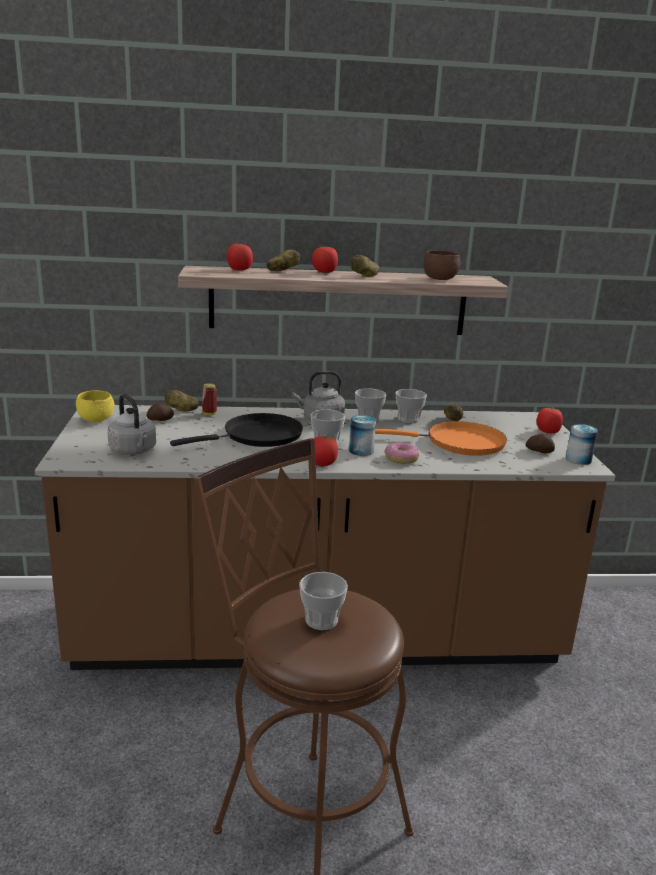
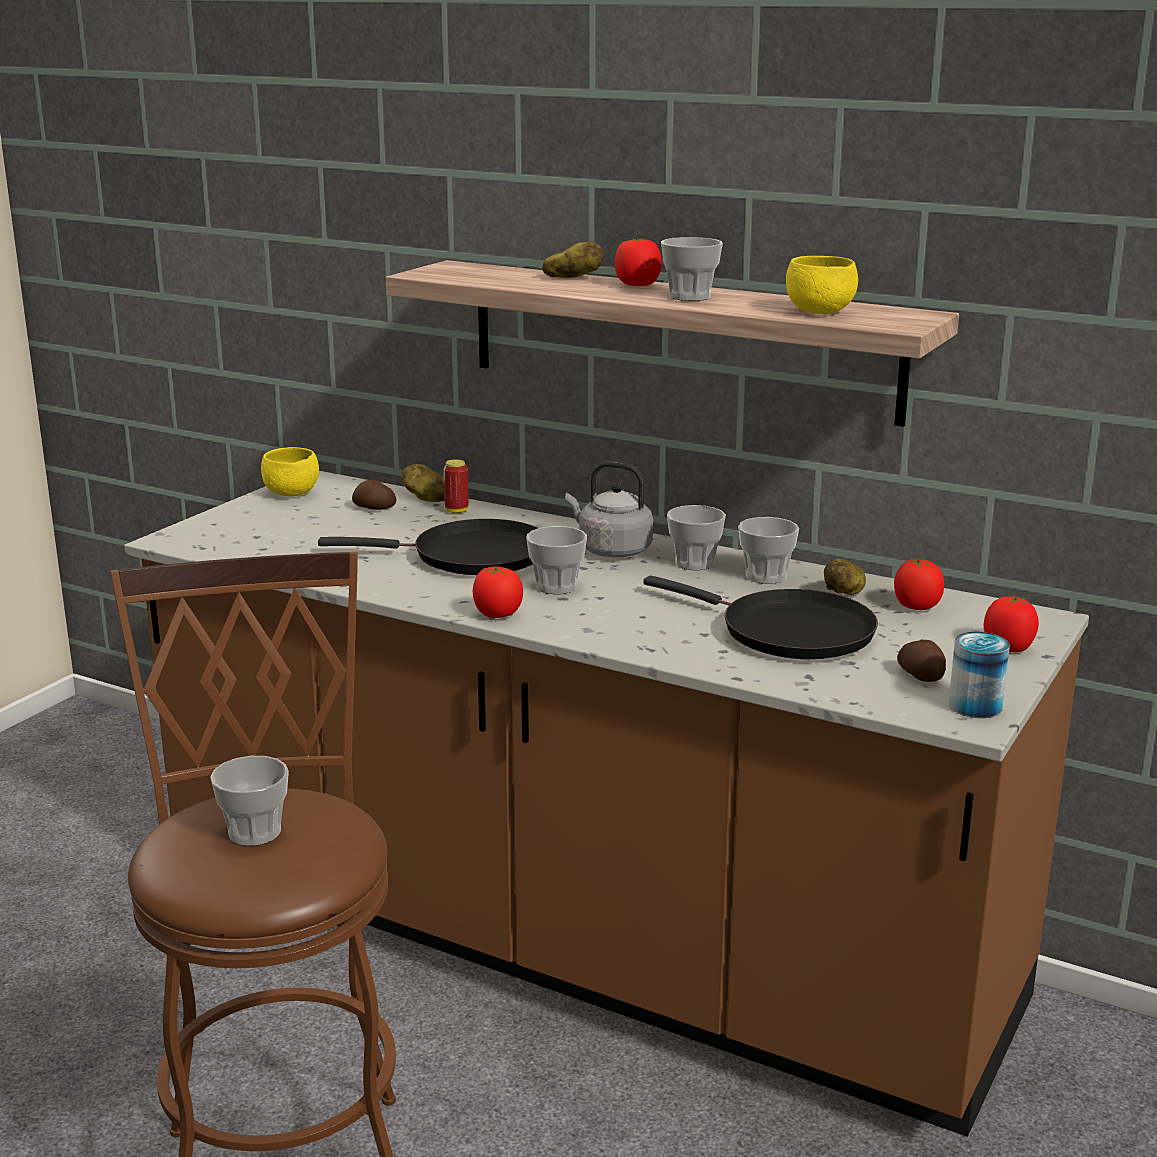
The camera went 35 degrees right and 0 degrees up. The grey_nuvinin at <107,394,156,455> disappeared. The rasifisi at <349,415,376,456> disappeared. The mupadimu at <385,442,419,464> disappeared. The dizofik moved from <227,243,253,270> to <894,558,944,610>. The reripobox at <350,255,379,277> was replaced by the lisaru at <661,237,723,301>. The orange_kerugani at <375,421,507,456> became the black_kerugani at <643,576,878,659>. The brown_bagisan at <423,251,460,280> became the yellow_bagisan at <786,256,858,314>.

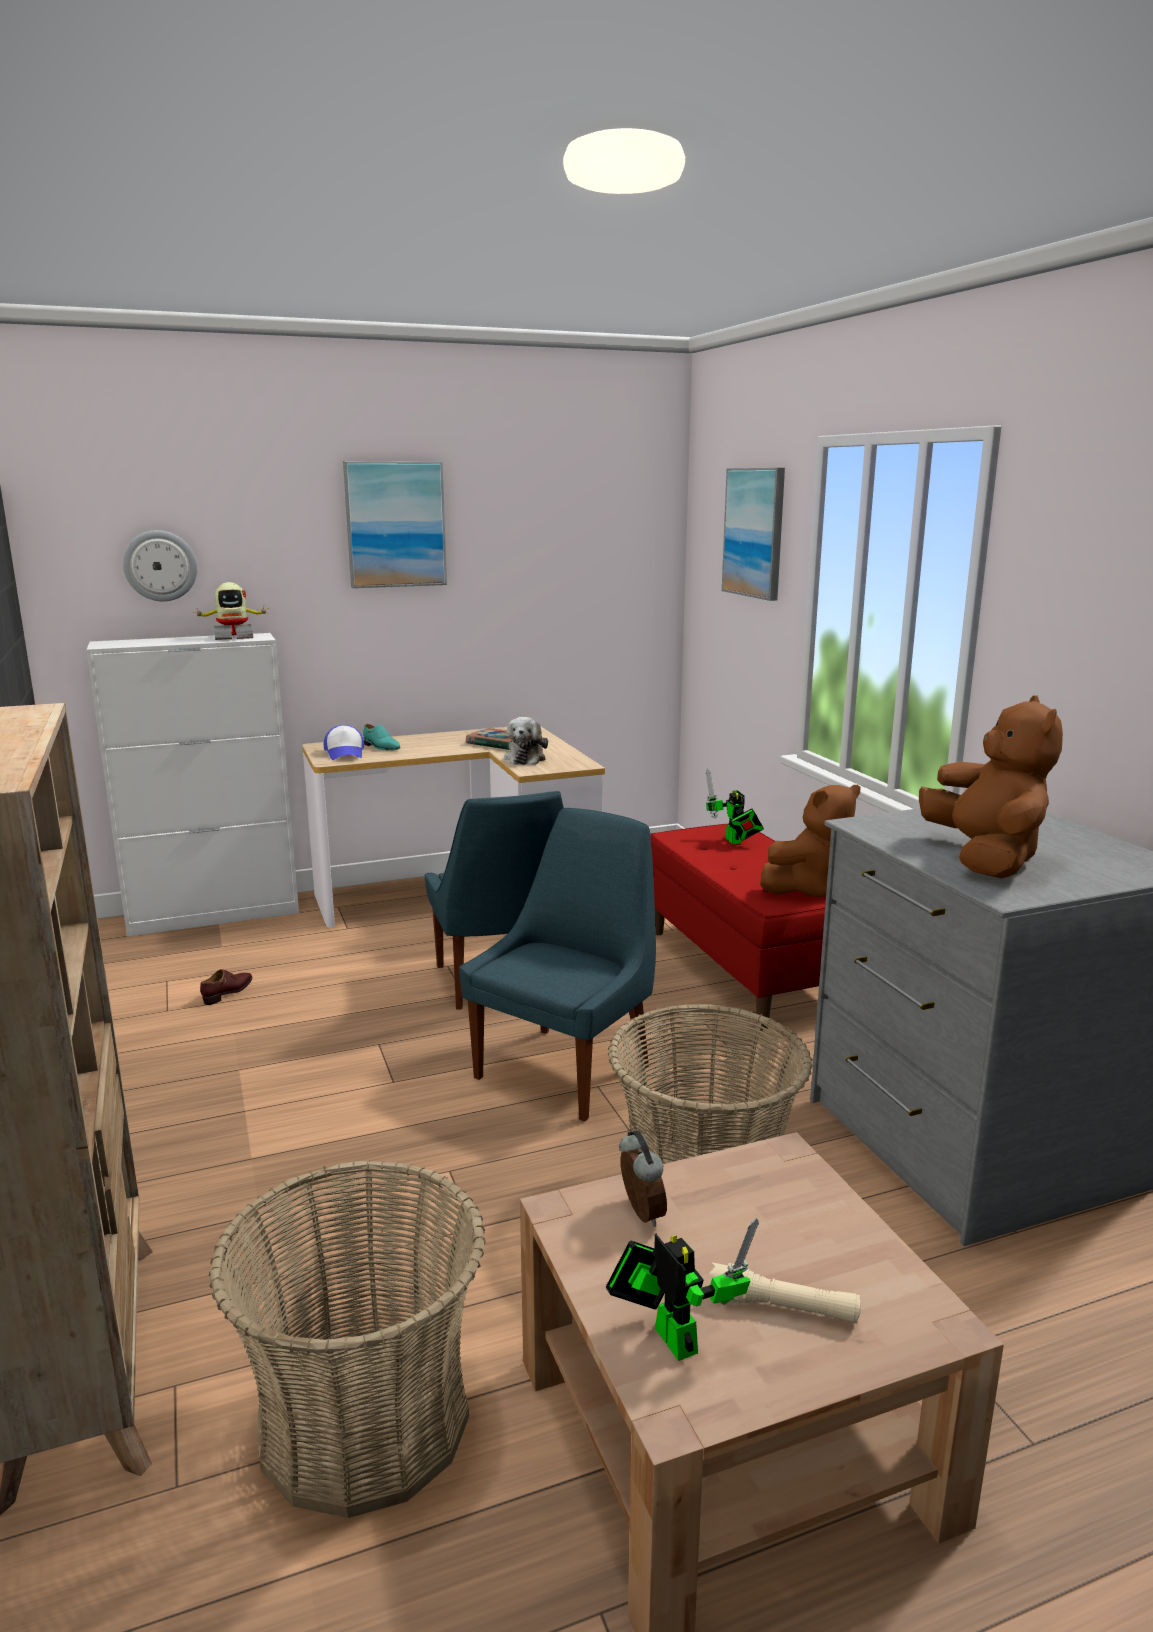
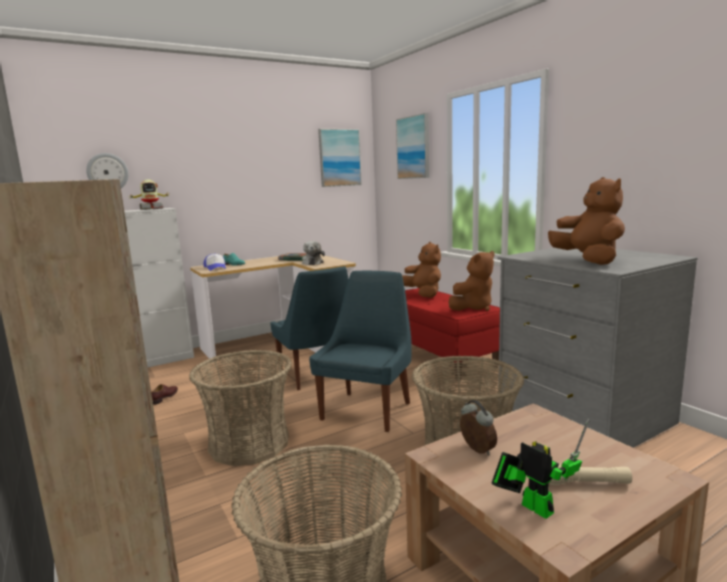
The camera went 10 degrees left and 5 degrees down. The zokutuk at <189,350,292,466> appeared. The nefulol moved from <343,461,447,588> to <318,129,362,187>. The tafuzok at <706,769,764,844> was replaced by the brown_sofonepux at <402,242,441,298>.

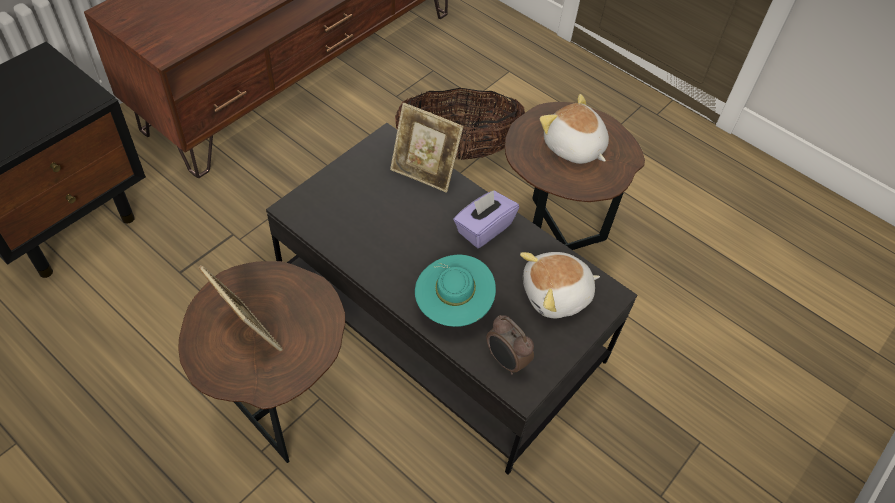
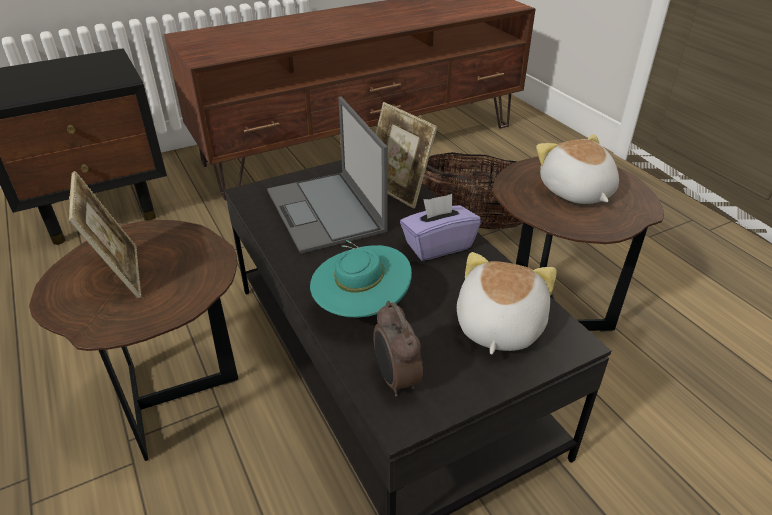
The camera went 25 degrees right and 15 degrees down. The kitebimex at <267,97,388,254> appeared. The sofonepux at <520,252,600,318> turned 105 degrees clockwise.

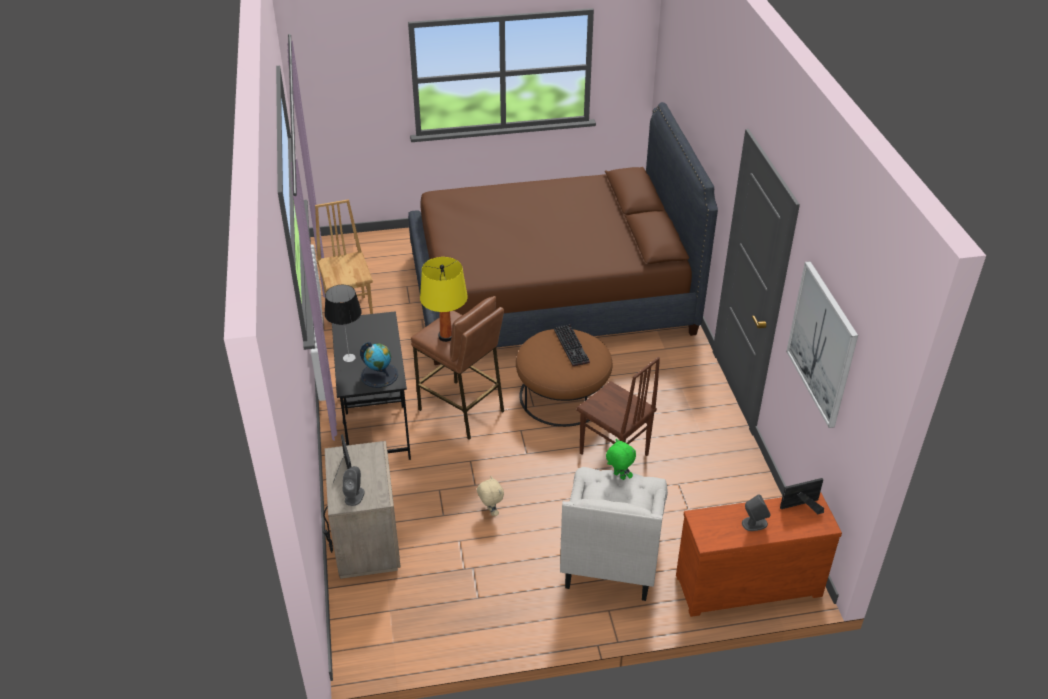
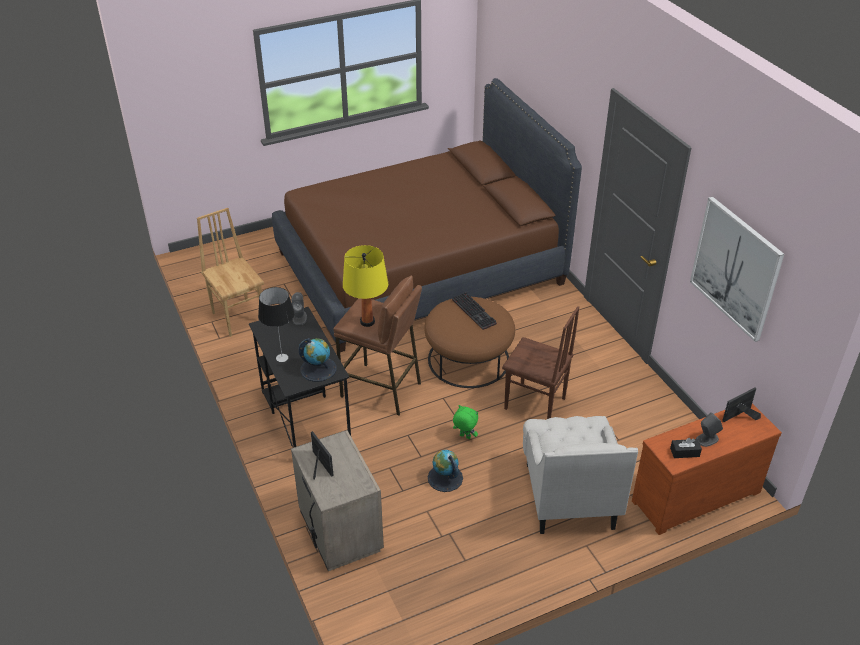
The camera went 15 degrees left and 0 degrees up. The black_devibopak at <670,438,702,458> appeared. The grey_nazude moved from <343,466,364,506> to <291,292,307,325>. The green_sofonepux moved from <606,439,636,480> to <453,405,478,439>. The beige_sofonepux at <477,476,504,516> was replaced by the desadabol at <428,450,463,492>.

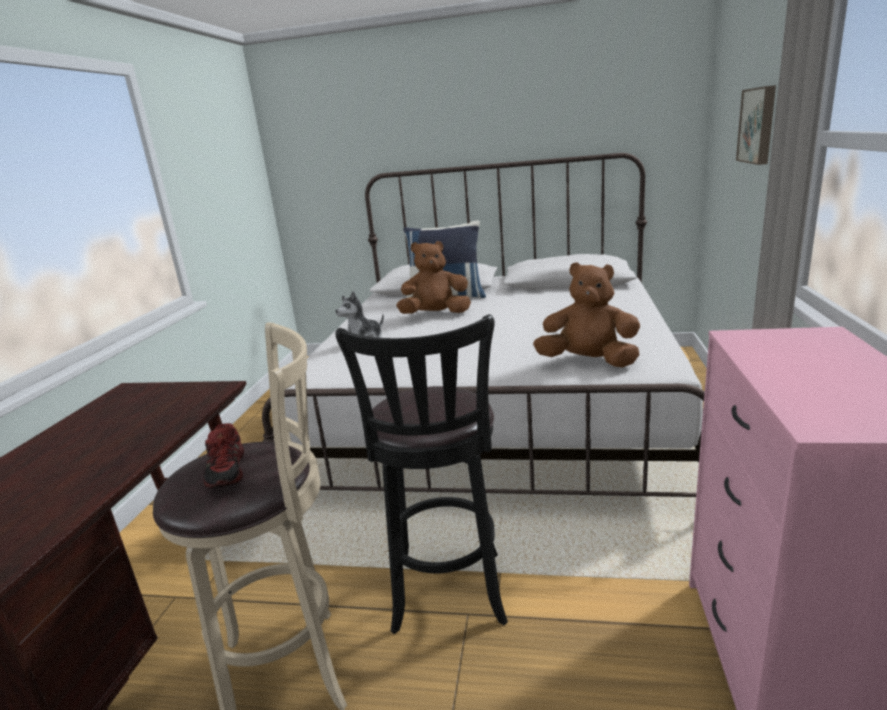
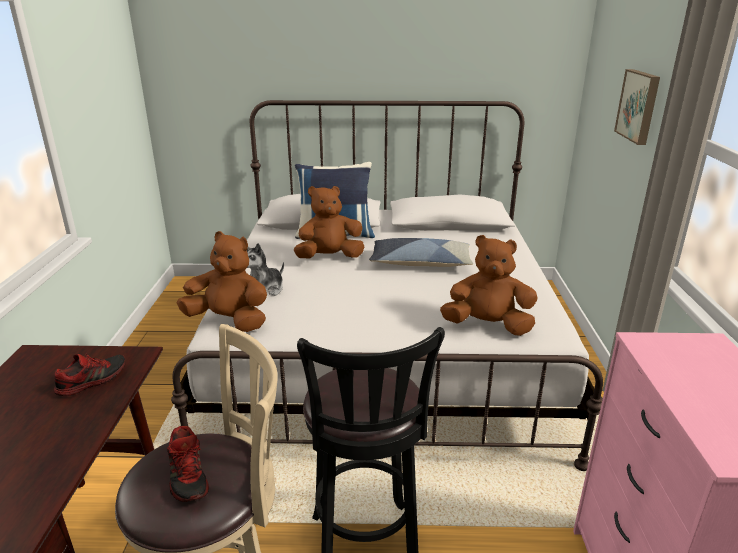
The camera went 10 degrees left and 5 degrees up. The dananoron at <54,353,126,396> appeared. The brown_sofonepux at <177,231,267,332> appeared. The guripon at <369,238,473,267> appeared.

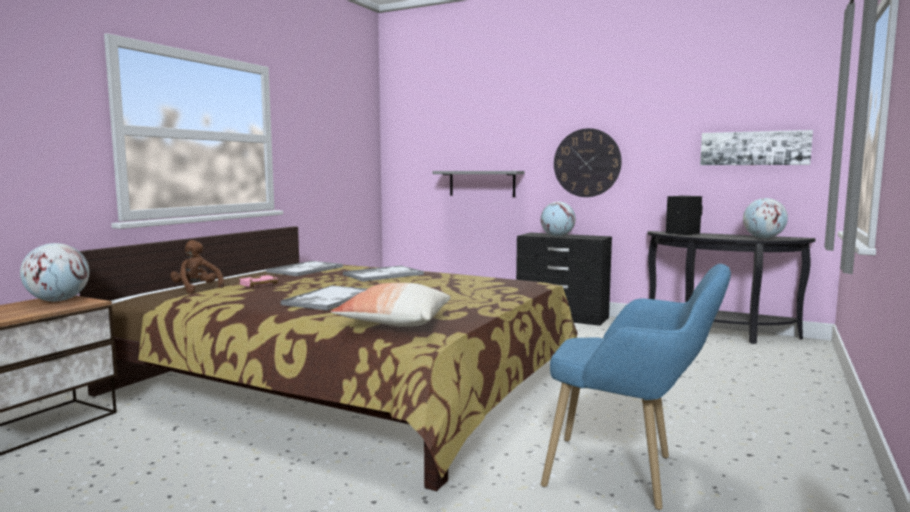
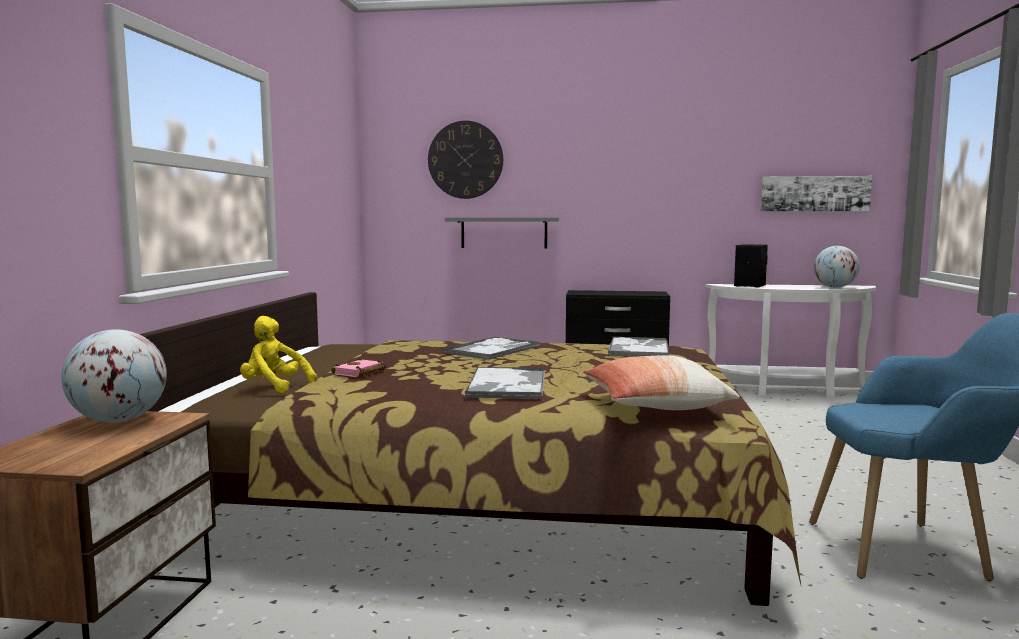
The camera went 20 degrees left and 0 degrees up. The desadabol at <541,202,576,237> disappeared. The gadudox moved from <266,261,343,276> to <608,337,669,357>. The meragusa moved from <554,128,622,197> to <428,121,503,199>. The brown_sofonepux at <170,240,224,294> became the yellow_sofonepux at <240,316,317,393>. The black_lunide at <647,231,816,344> became the white_lunide at <705,284,876,398>.

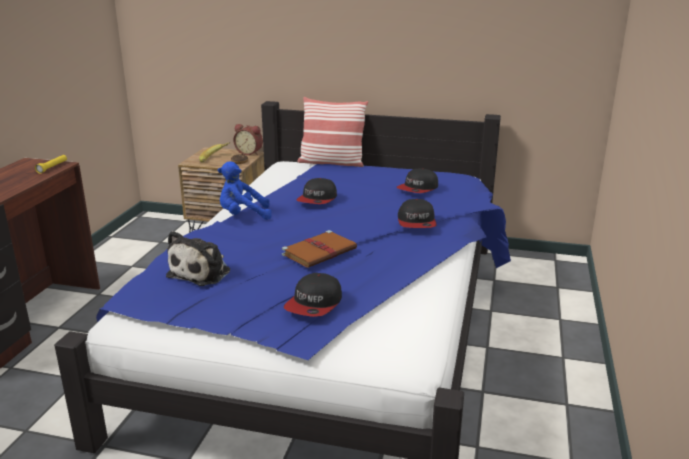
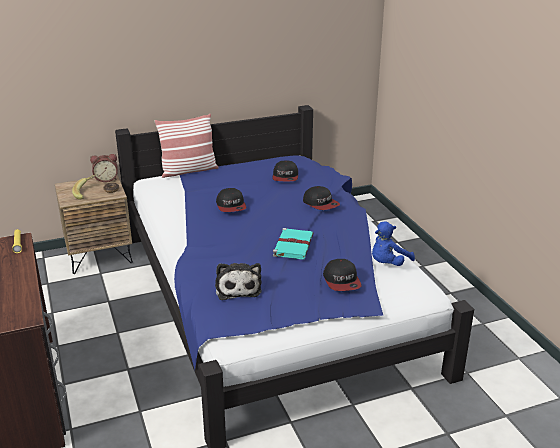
The camera went 35 degrees left and 5 degrees up. The blue_sofonepux moved from <218,161,272,220> to <372,221,415,266>. The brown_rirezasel at <282,230,357,268> became the turquoise_rirezasel at <273,228,314,260>.

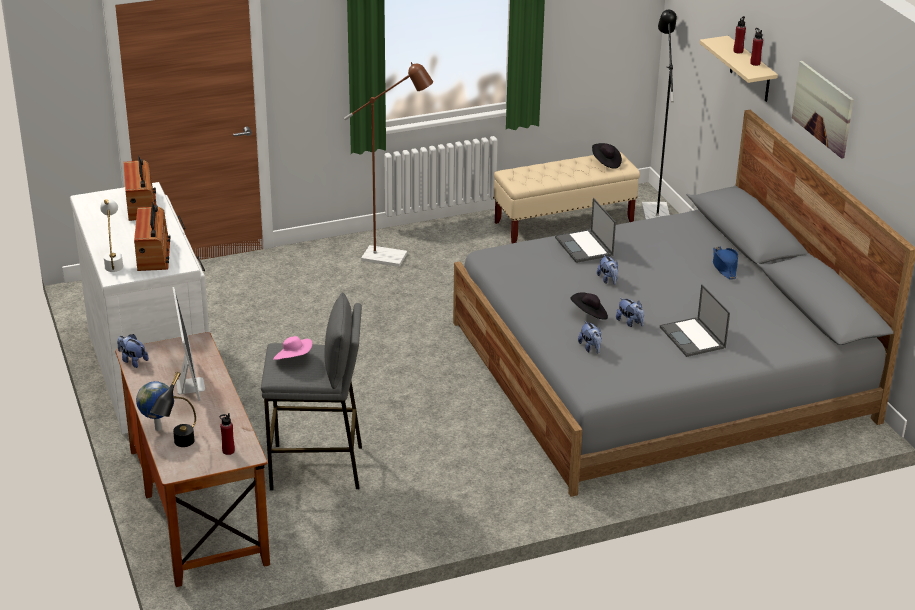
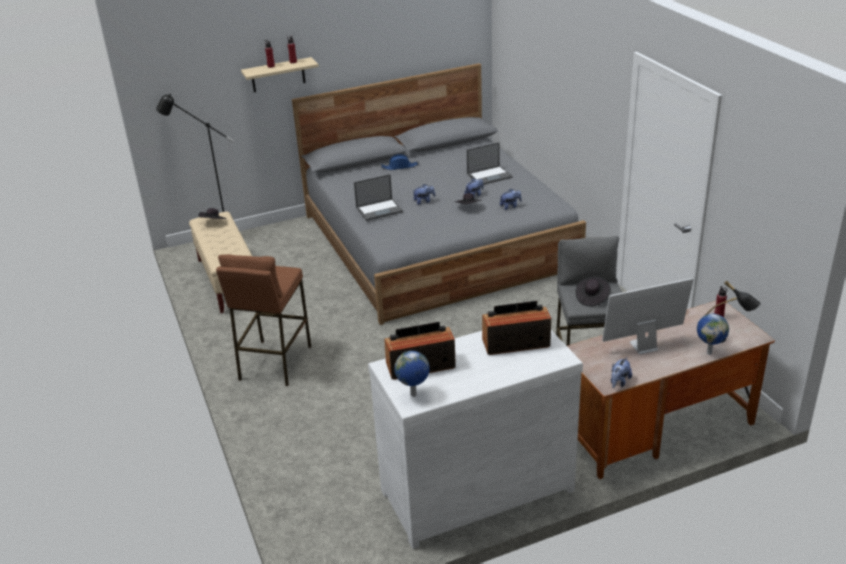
The camera went 90 degrees left and 0 degrees up. The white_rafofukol at <100,198,123,272> disappeared. The nefulol at <792,61,854,159> disappeared. The desadabol at <394,351,430,397> appeared. The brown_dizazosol at <344,62,433,267> was replaced by the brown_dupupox at <216,254,311,386>. The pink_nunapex at <273,336,312,360> became the black_nunapex at <576,276,611,307>.

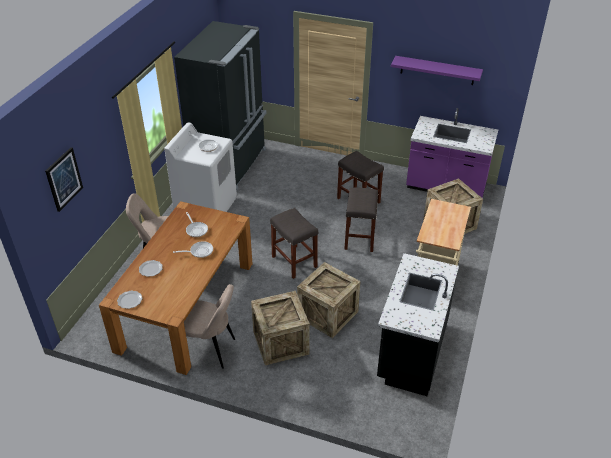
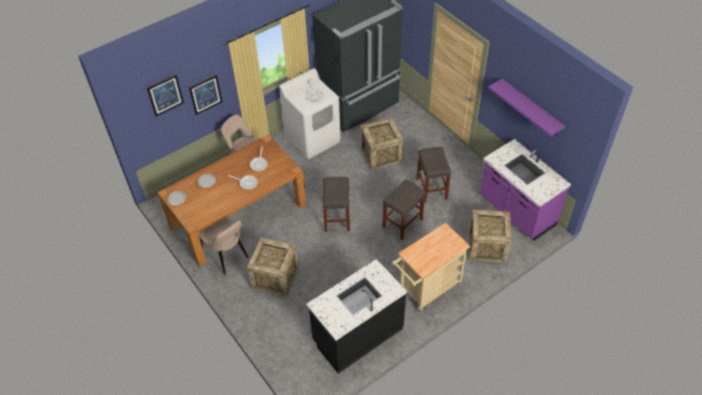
The camera went 35 degrees right and 10 degrees up. The nefulol at <189,75,222,115> appeared. The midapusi moved from <297,262,360,338> to <361,118,403,171>.

